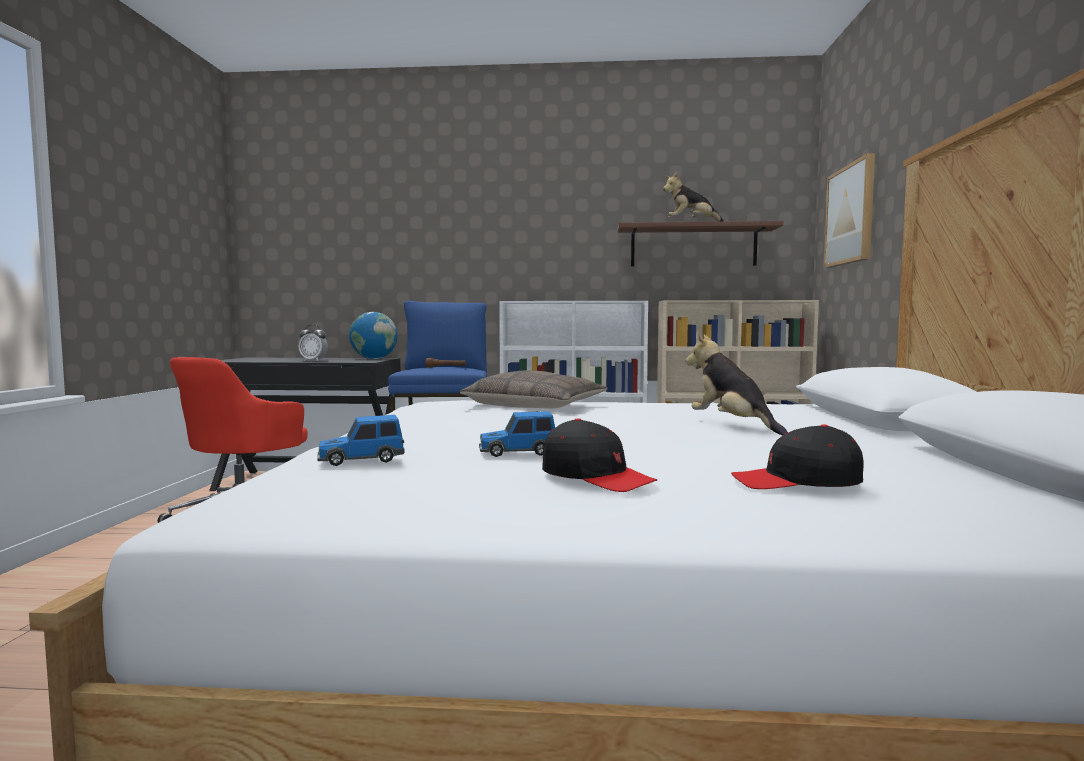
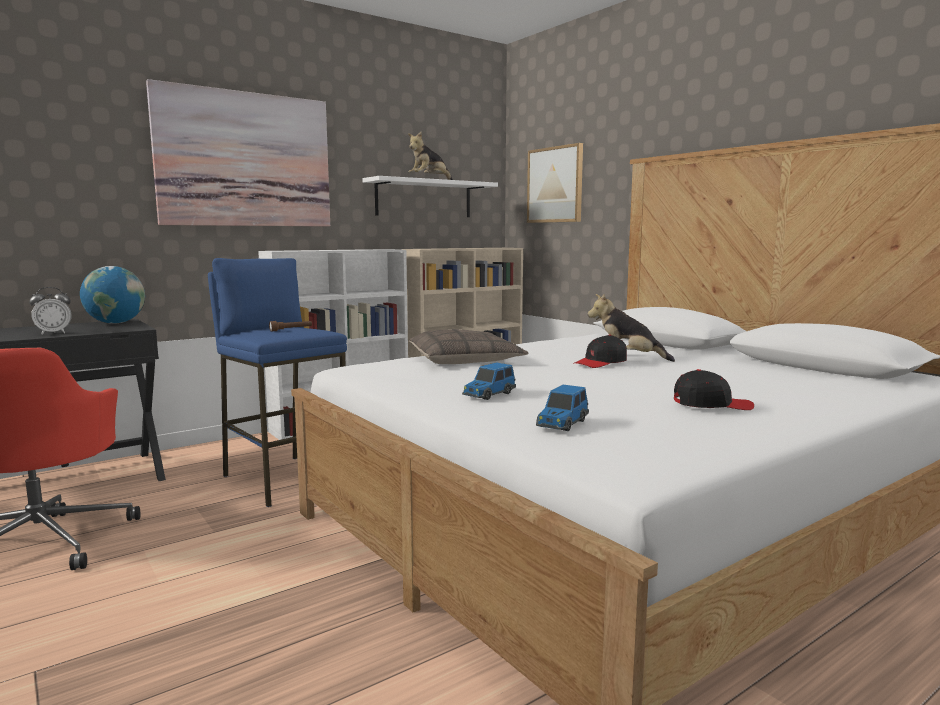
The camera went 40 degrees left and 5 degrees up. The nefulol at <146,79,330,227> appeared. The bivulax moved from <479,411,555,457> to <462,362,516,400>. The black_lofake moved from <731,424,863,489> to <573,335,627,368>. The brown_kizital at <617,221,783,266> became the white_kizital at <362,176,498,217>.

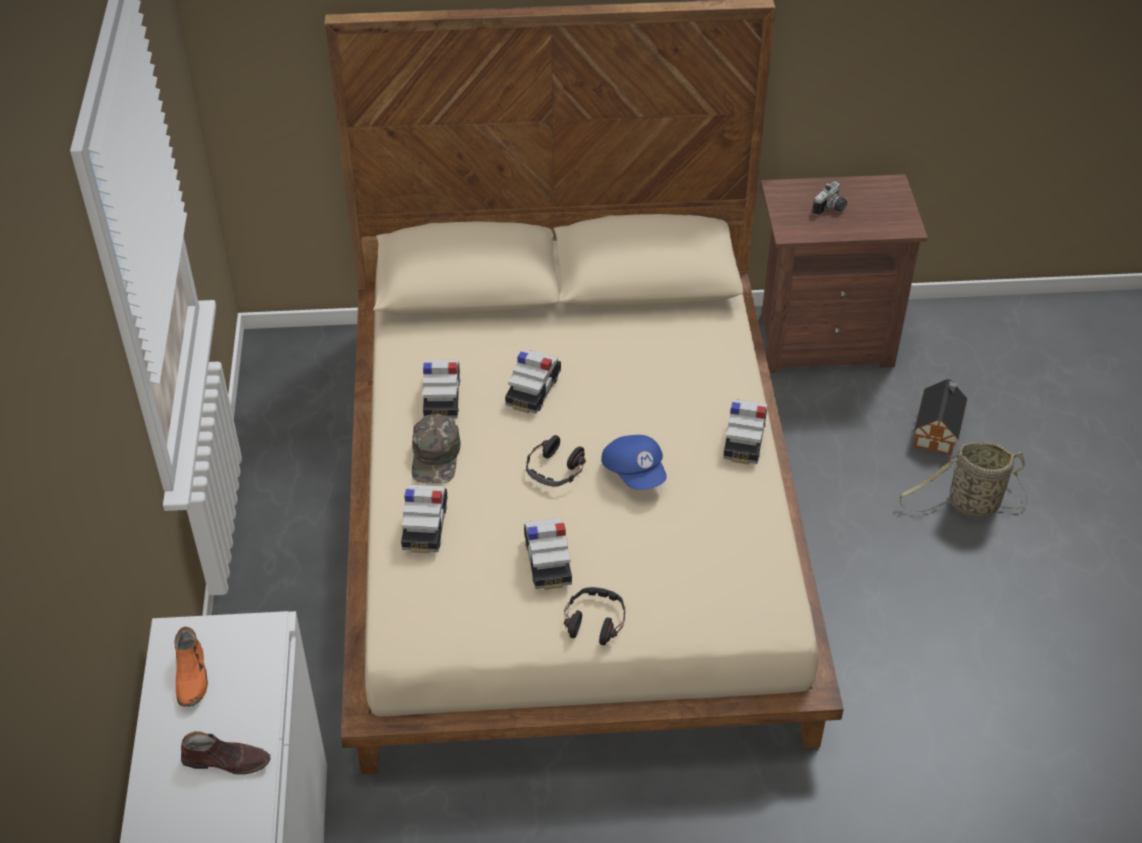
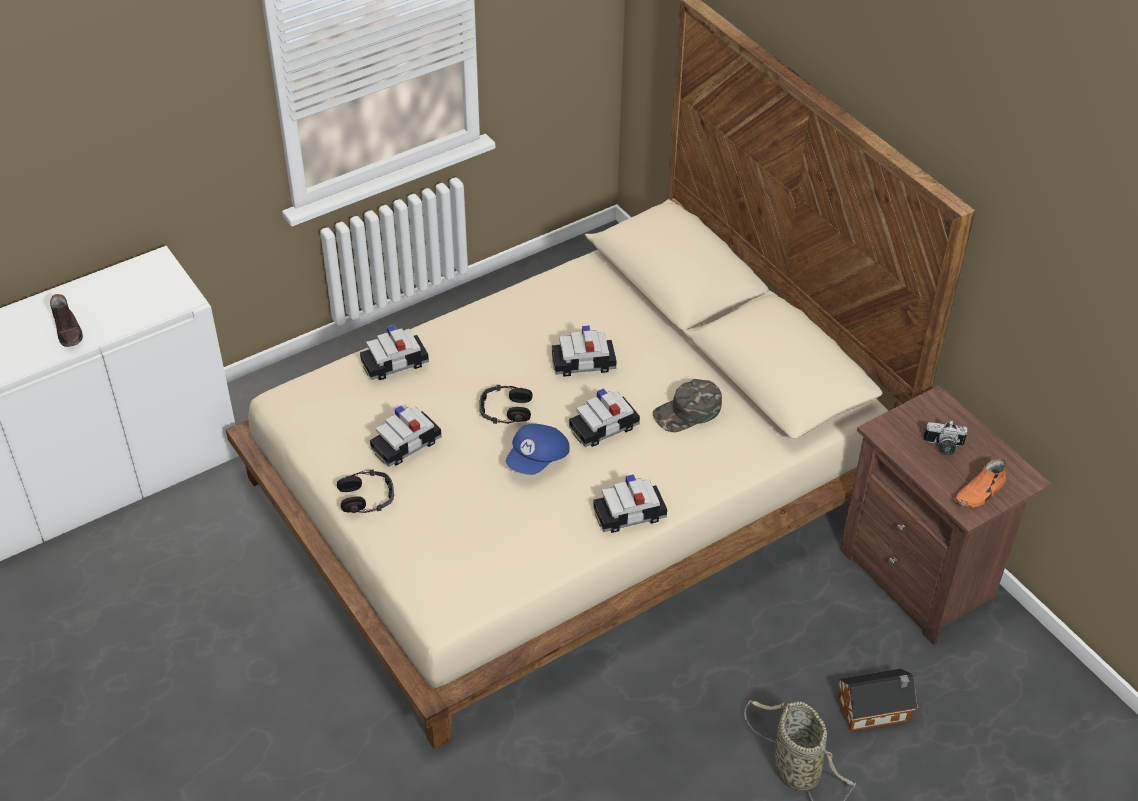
The camera went 60 degrees right and 0 degrees up. The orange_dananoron moved from <174,627,208,707> to <954,459,1007,508>. The green_lofake moved from <412,414,461,484> to <653,379,722,432>. The bivulax moved from <423,360,460,419> to <569,388,640,447>.

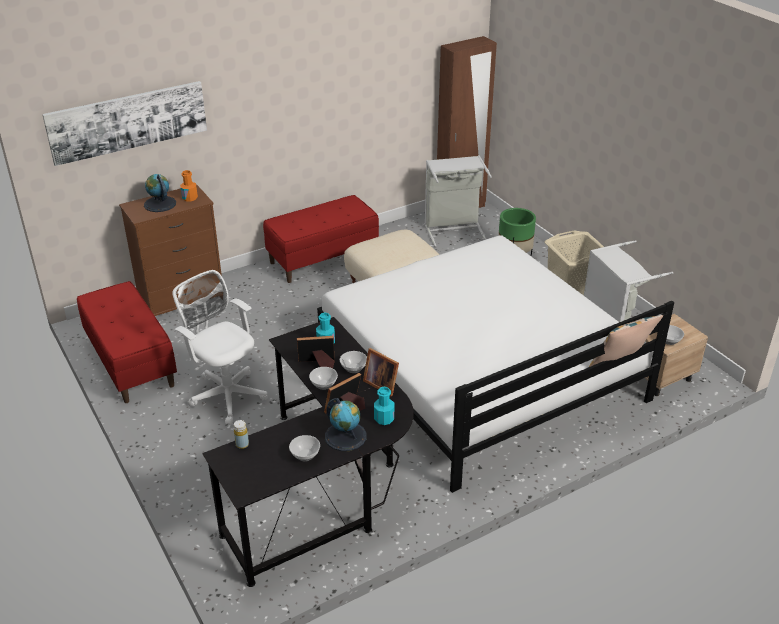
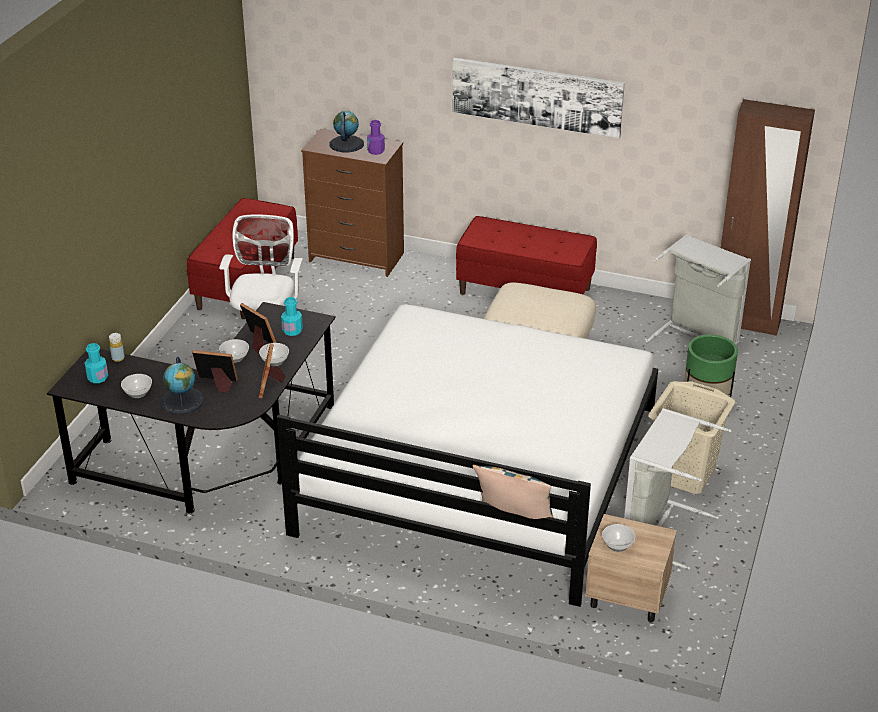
The camera went 50 degrees right and 0 degrees up. The nefulol moved from <42,81,207,166> to <453,58,625,138>. The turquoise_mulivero moved from <374,387,394,425> to <84,343,108,383>. The orange_mulivero at <180,170,198,202> became the purple_mulivero at <367,120,385,155>.

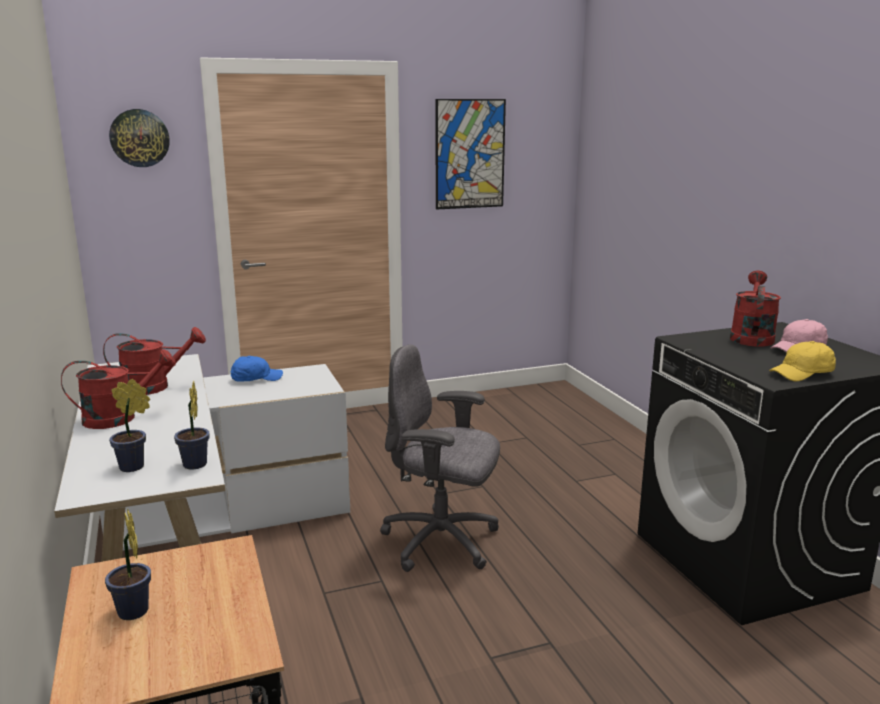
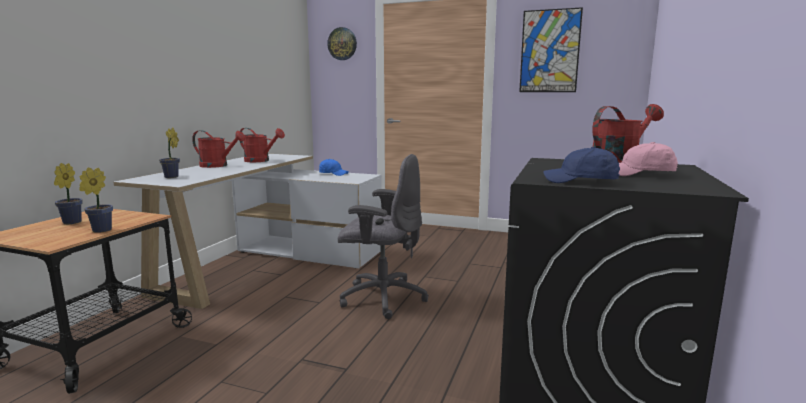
The camera went 40 degrees right and 5 degrees down. The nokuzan moved from <174,381,210,470> to <79,168,113,233>. The yellow_lofake at <769,341,836,381> became the blue_lofake at <543,147,620,183>. The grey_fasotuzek at <380,344,500,572> turned 135 degrees clockwise.

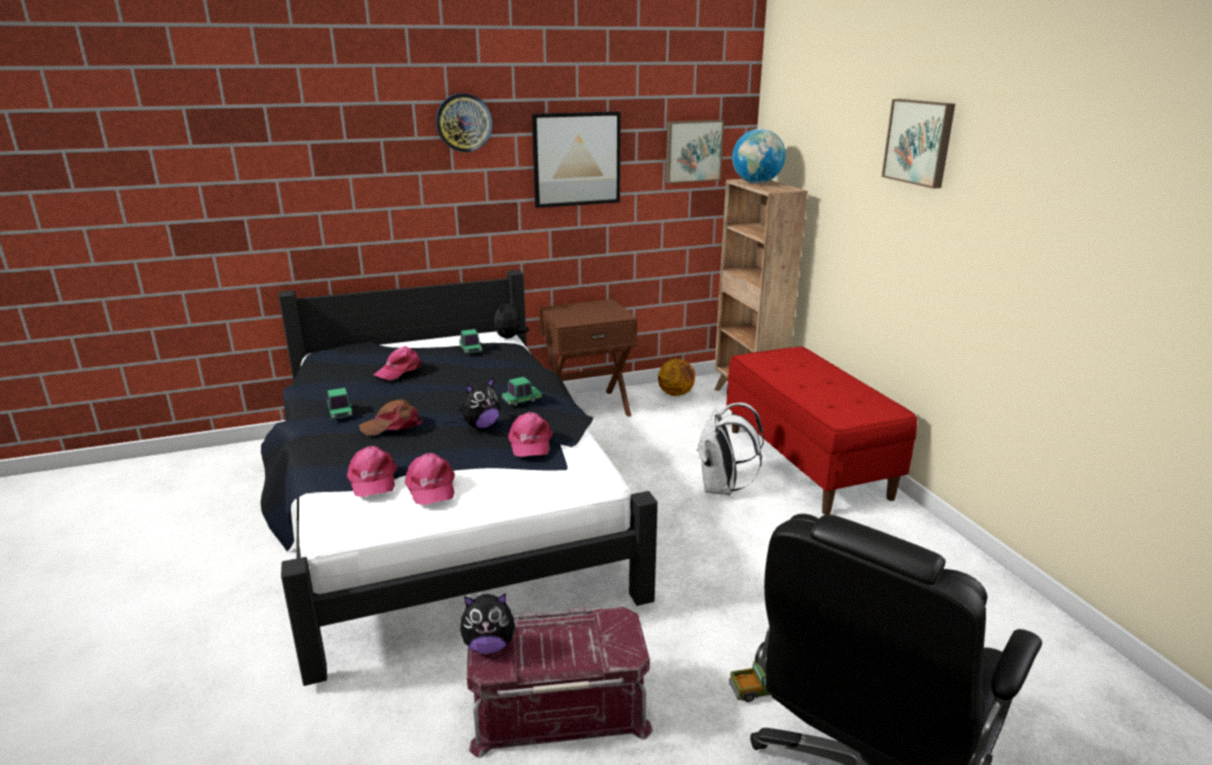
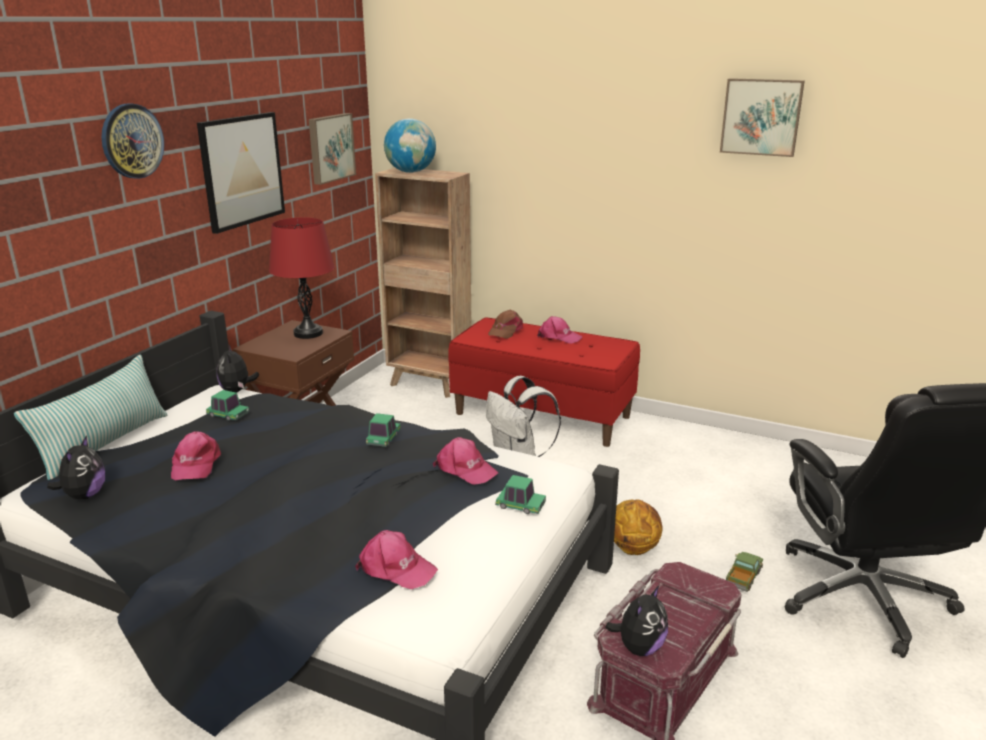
The camera went 45 degrees left and 0 degrees up. The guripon at <14,355,168,480> appeared. The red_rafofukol at <269,217,335,339> appeared. The bivulax moved from <327,388,353,420> to <495,475,546,514>. The brown_lofake moved from <359,399,423,436> to <488,310,523,339>. The pink_lofake moved from <405,453,455,505> to <537,316,583,344>. The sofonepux moved from <459,378,501,429> to <47,435,105,499>. The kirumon moved from <658,359,695,396> to <614,500,663,555>. The nefulol moved from <882,99,955,189> to <720,78,805,157>.

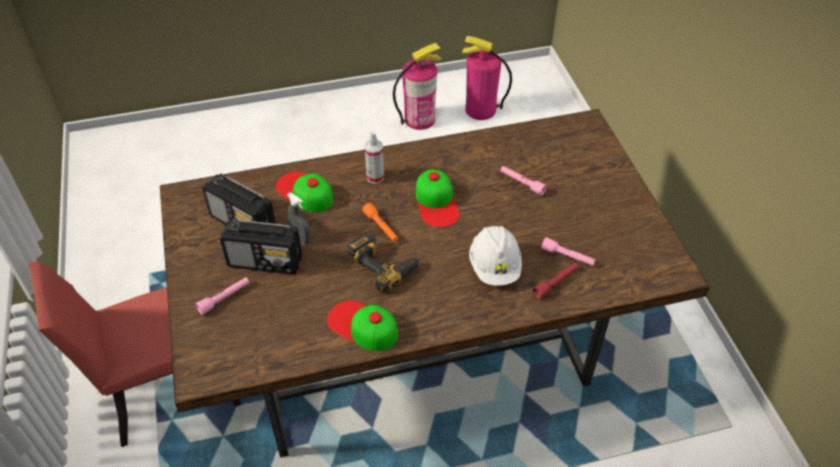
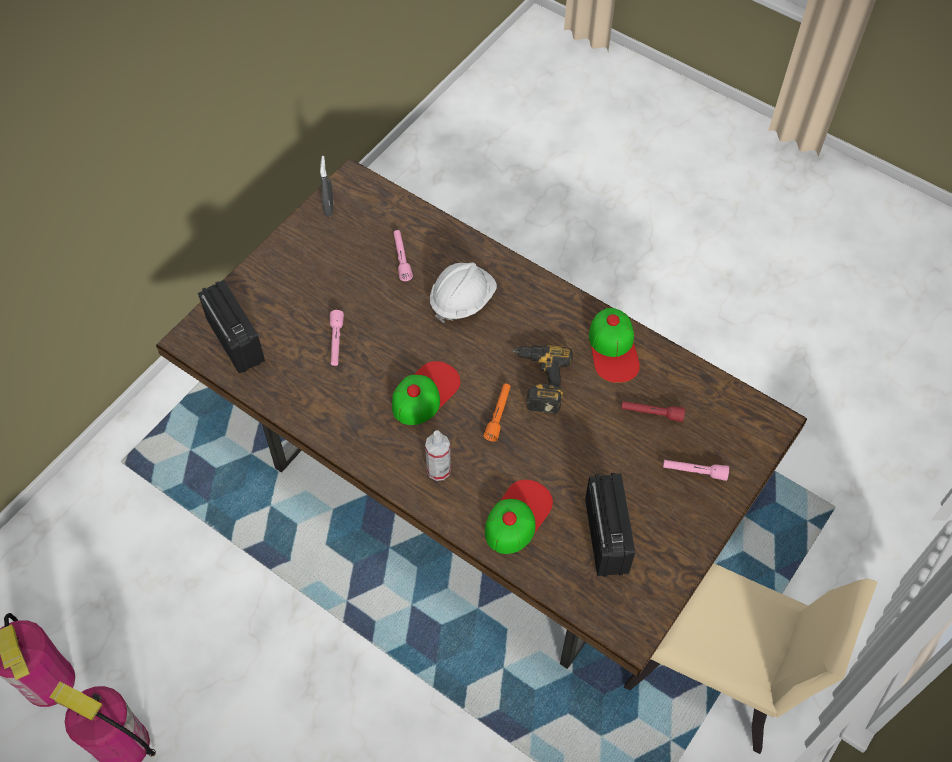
The camera went 130 degrees left and 10 degrees up. The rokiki moved from <220,218,302,275> to <198,280,265,373>. The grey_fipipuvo moved from <287,193,311,244> to <320,156,333,217>. The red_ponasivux moved from <532,263,579,299> to <621,401,685,422>. The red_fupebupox at <29,261,241,447> became the beige_fupebupox at <624,563,878,754>. The lofake at <276,171,333,213> turned 150 degrees counterclockwise.

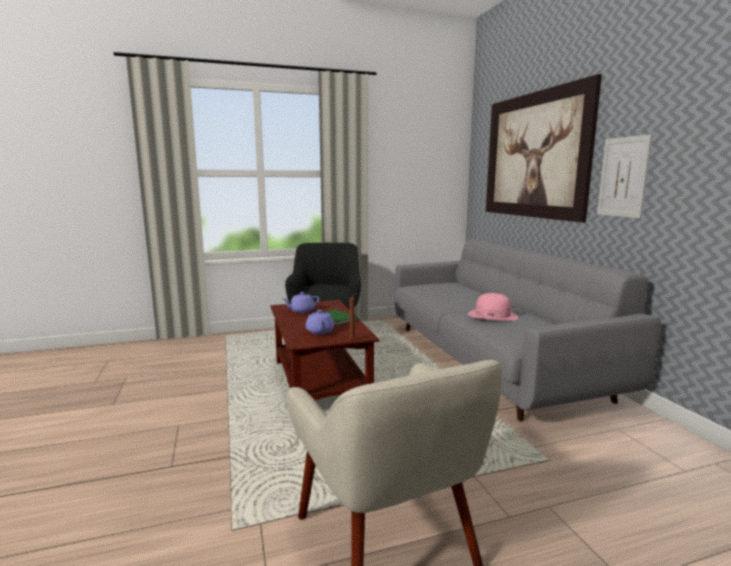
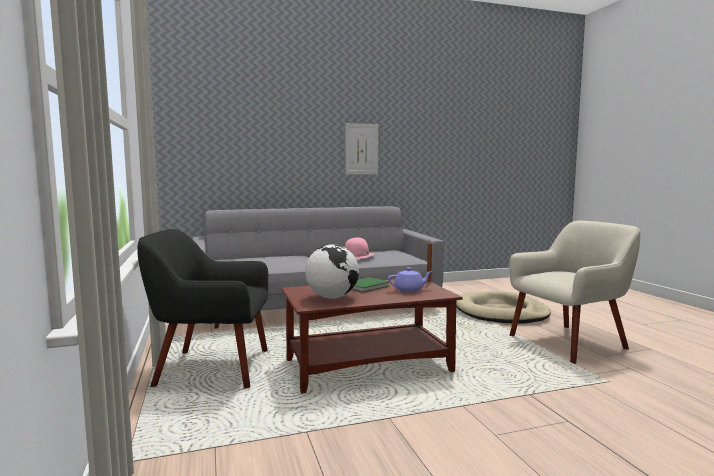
The camera went 90 degrees left and 5 degrees down. The nefulol at <486,74,602,223> disappeared. The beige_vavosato at <456,291,551,323> appeared. The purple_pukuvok at <283,292,320,313> was replaced by the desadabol at <305,245,359,299>.

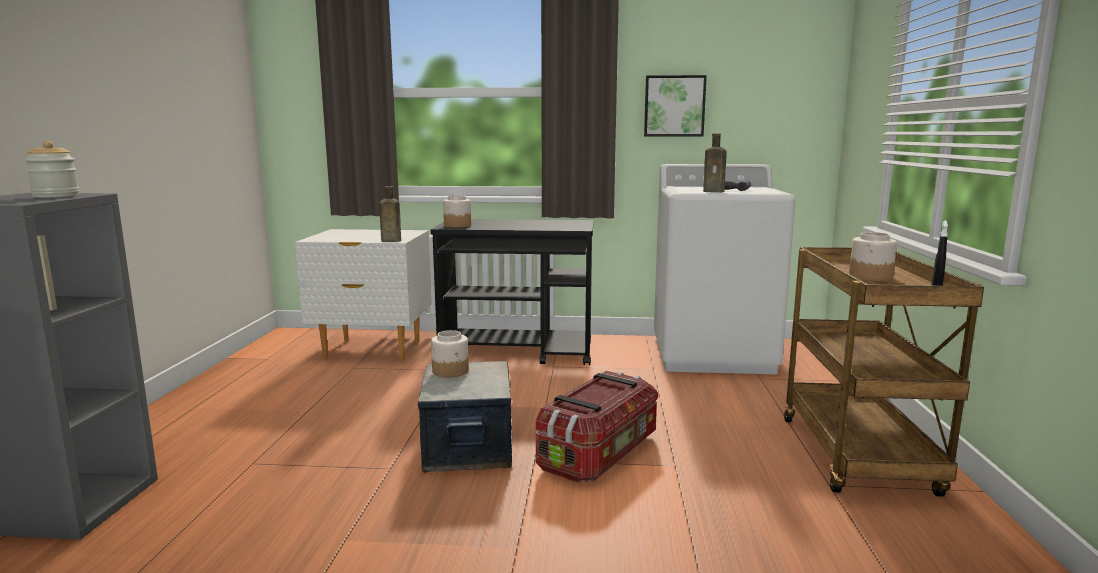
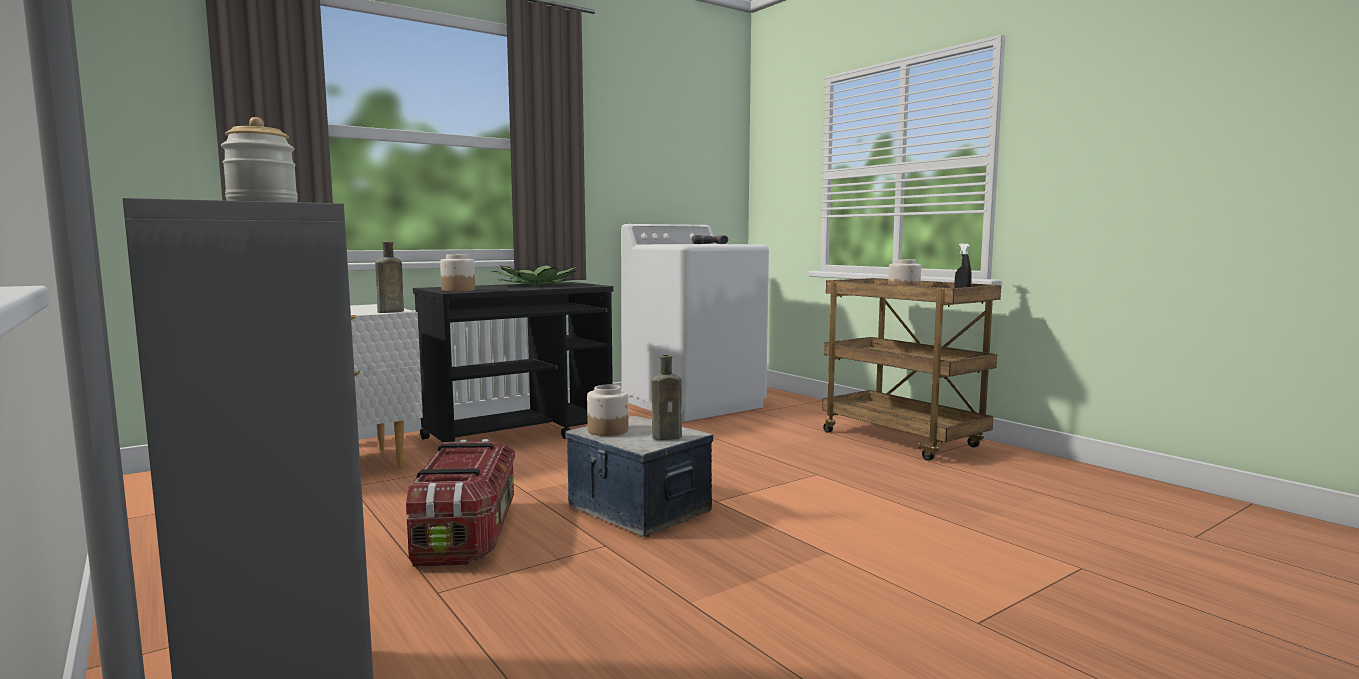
The camera went 40 degrees left and 5 degrees down. The nefulol at <644,75,707,136> disappeared. The nokuzan at <492,264,579,285> appeared. The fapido moved from <536,371,658,483> to <406,439,515,567>. The brown_mulivero moved from <703,134,727,193> to <651,355,682,440>.

